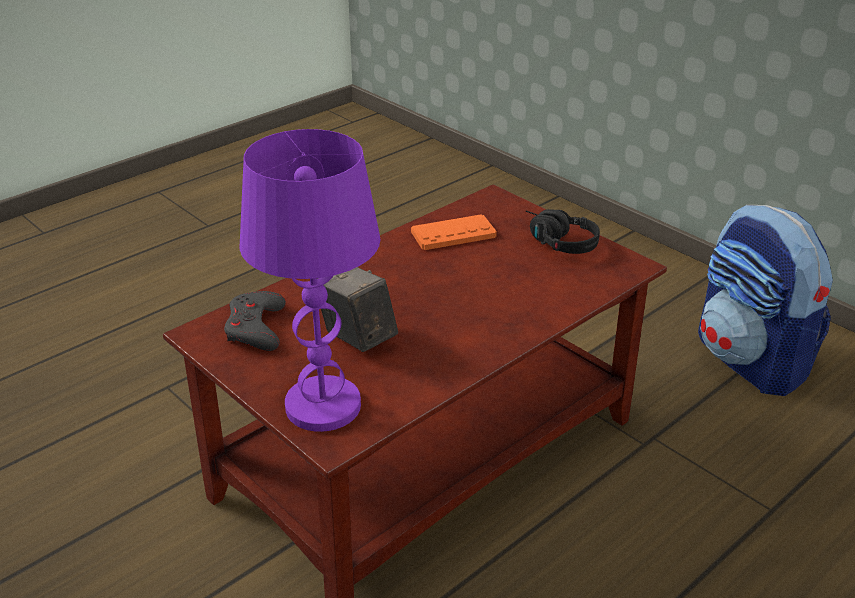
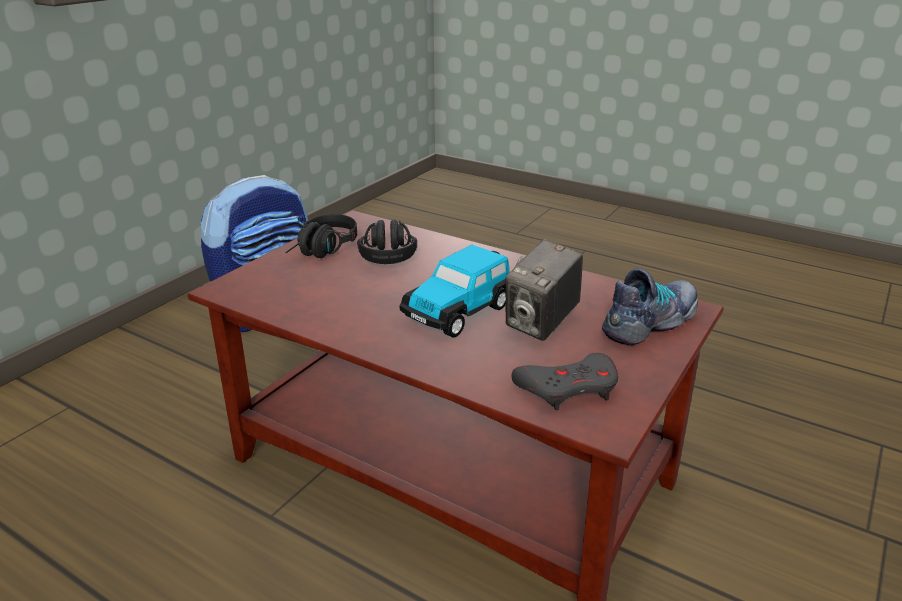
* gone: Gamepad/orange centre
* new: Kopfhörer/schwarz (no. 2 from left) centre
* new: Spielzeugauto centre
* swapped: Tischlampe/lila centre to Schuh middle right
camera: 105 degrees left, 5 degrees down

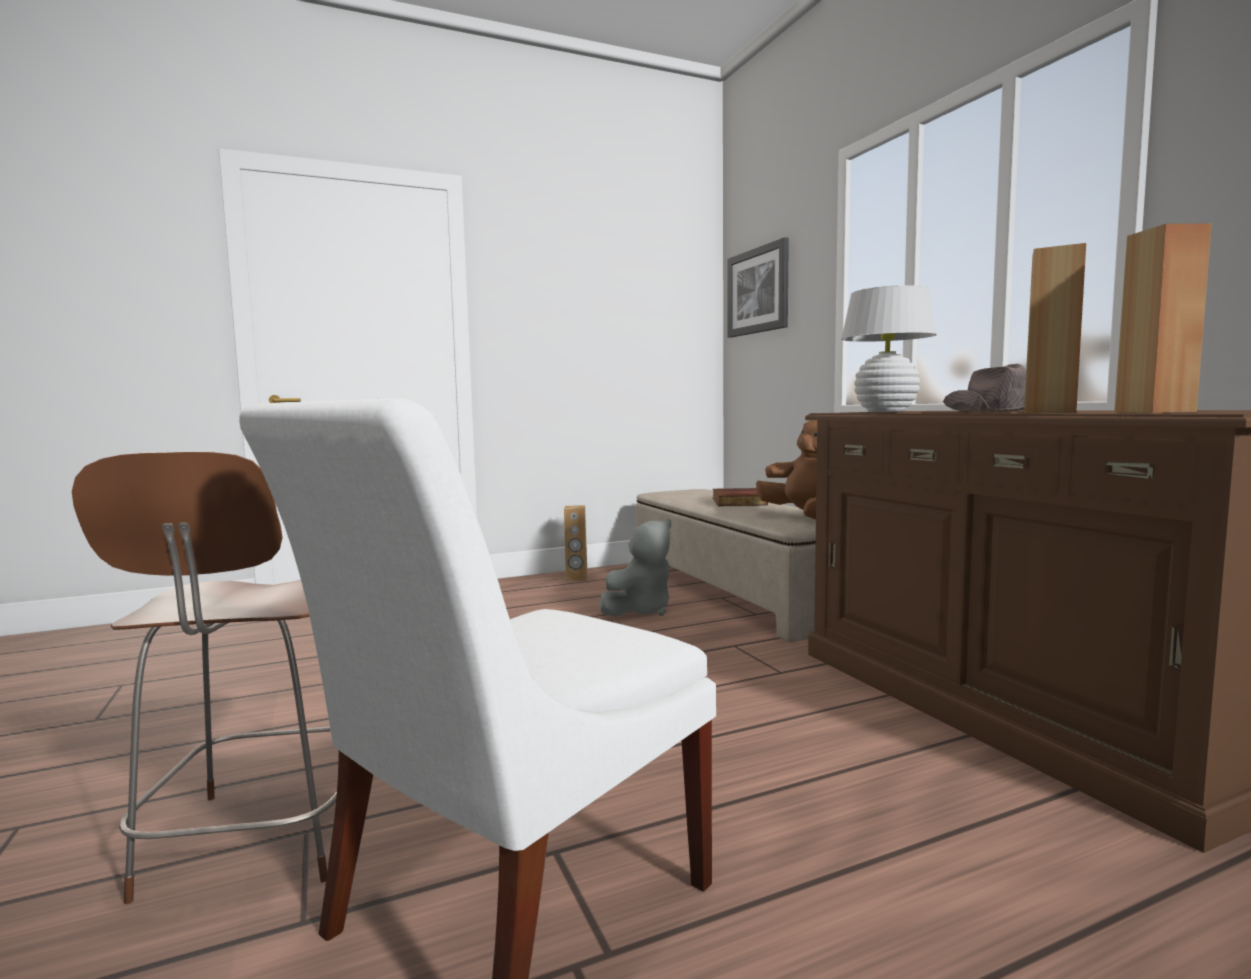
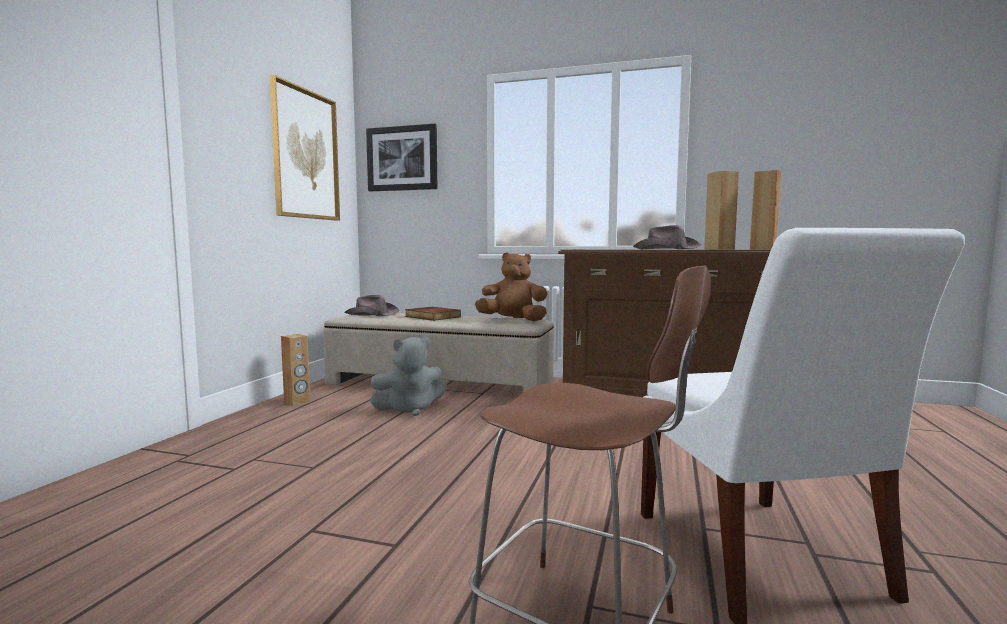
* gone: Tischlampe/weiß middle right
* new: Bild (no. 1 from left) top left
* new: Hut/braun (no. 1 from left) centre
* rotated: Plüschtier/grau centre = centre 75 degrees clockwise
camera: 50 degrees left, 0 degrees up

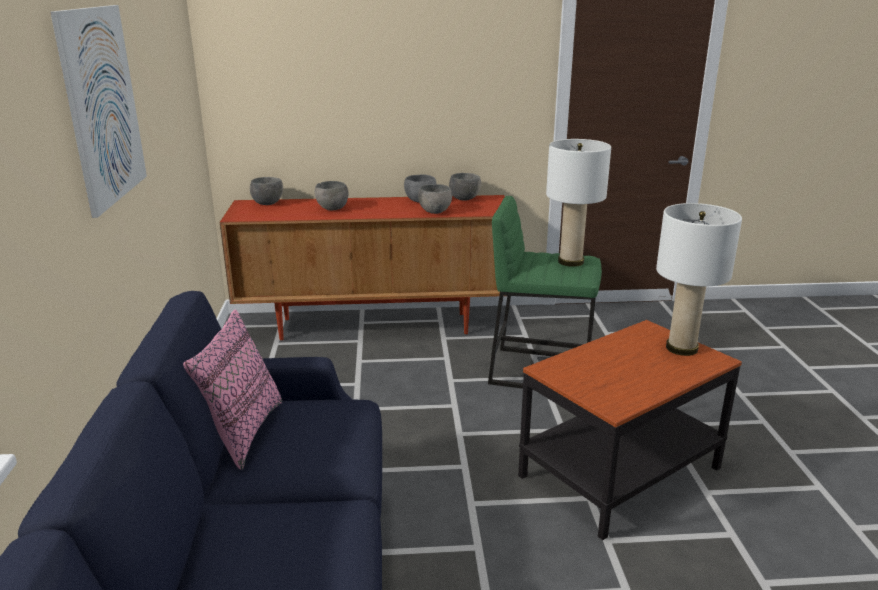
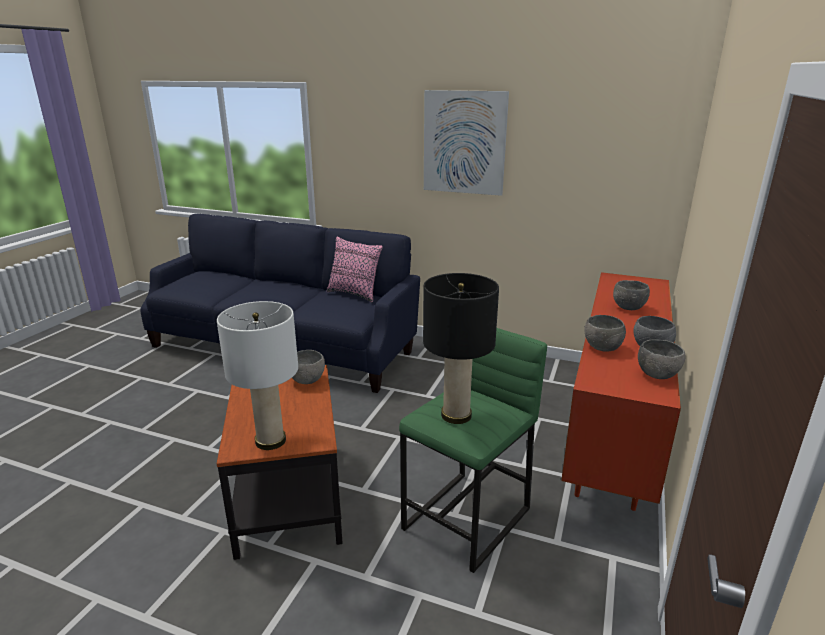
* shifted: Schüssel/grau (no. 1 from left) top left to centre
* repainted: Tischlampe/weiß (no. 1 from left) centre to Tischlampe/schwarz centre
camera: 115 degrees right, 0 degrees up

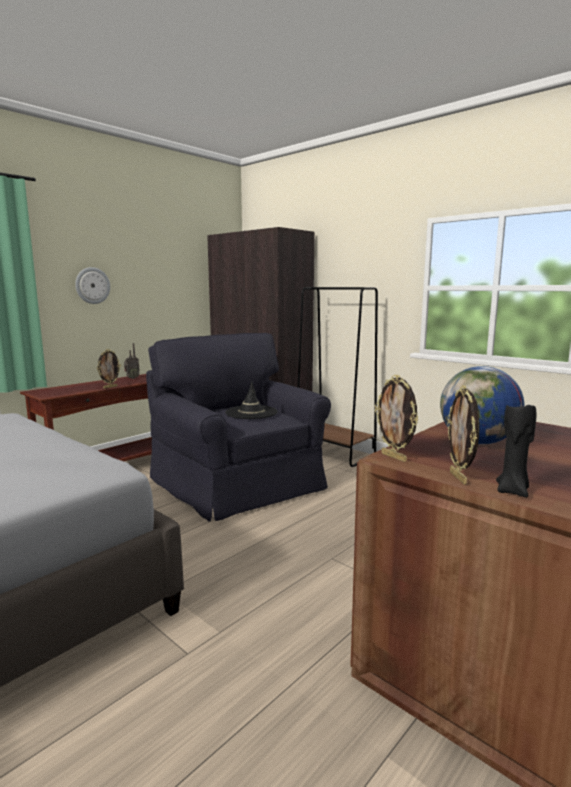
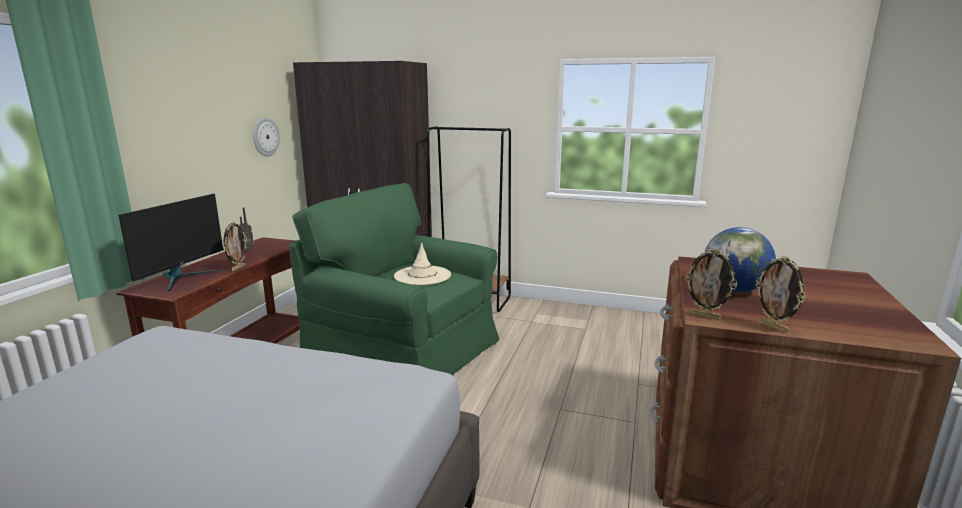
* gone: Kerze/schwarz middle right
* new: Monitor middle left
* shifted: Wanduhr middle left to top left
* repainted: Sessel/schwarz centre to Sessel/grün centre
* repainted: Hut/schwarz centre to Hut/beige centre
camera: 25 degrees left, 5 degrees up

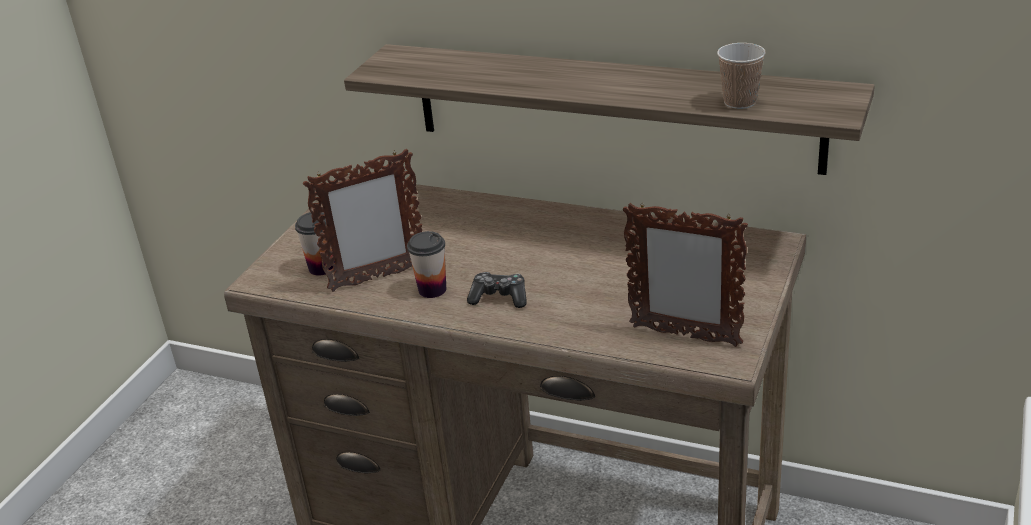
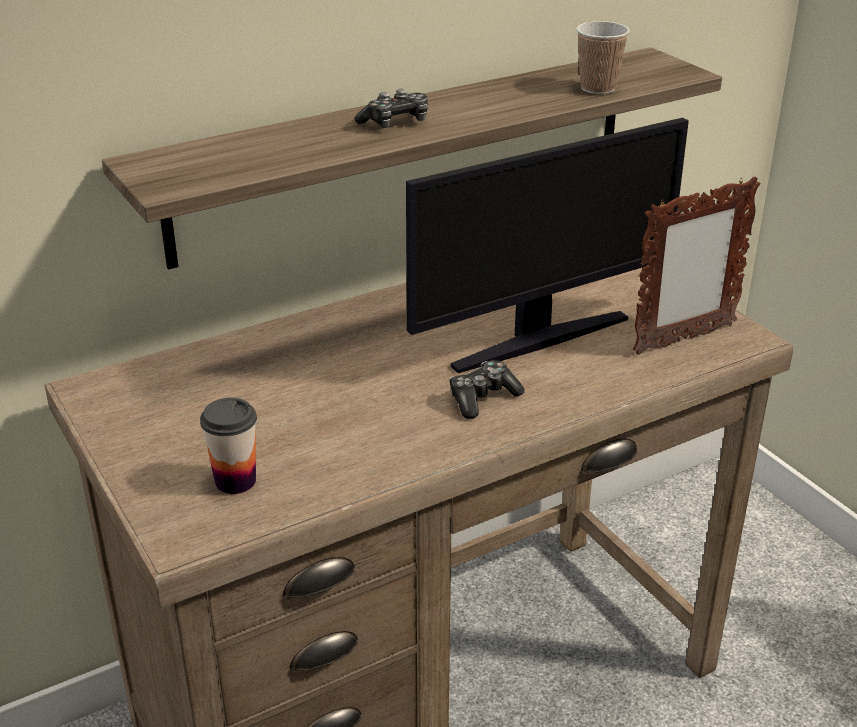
* gone: Bilderrahmen (no. 1 from left) centre
* gone: Tasse (no. 2 from left) centre
* new: Gamepad (no. 1 from left) top centre
* new: Monitor centre
camera: 55 degrees left, 0 degrees up

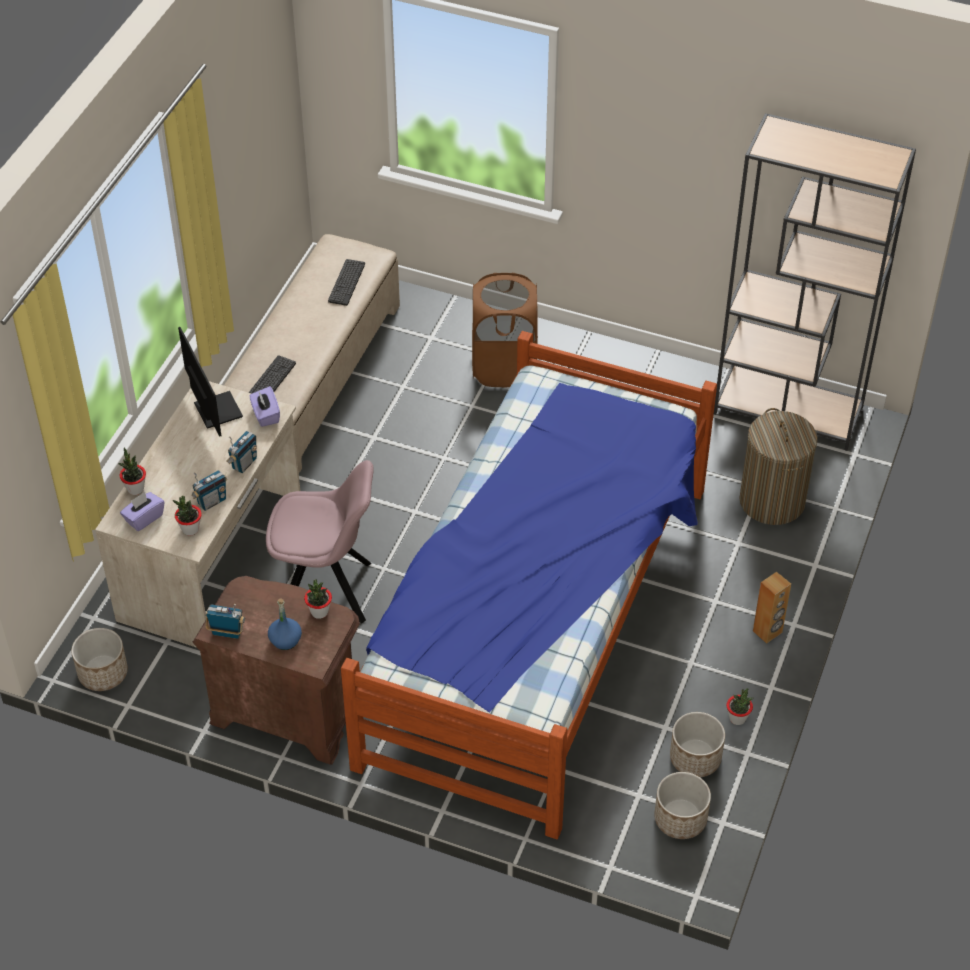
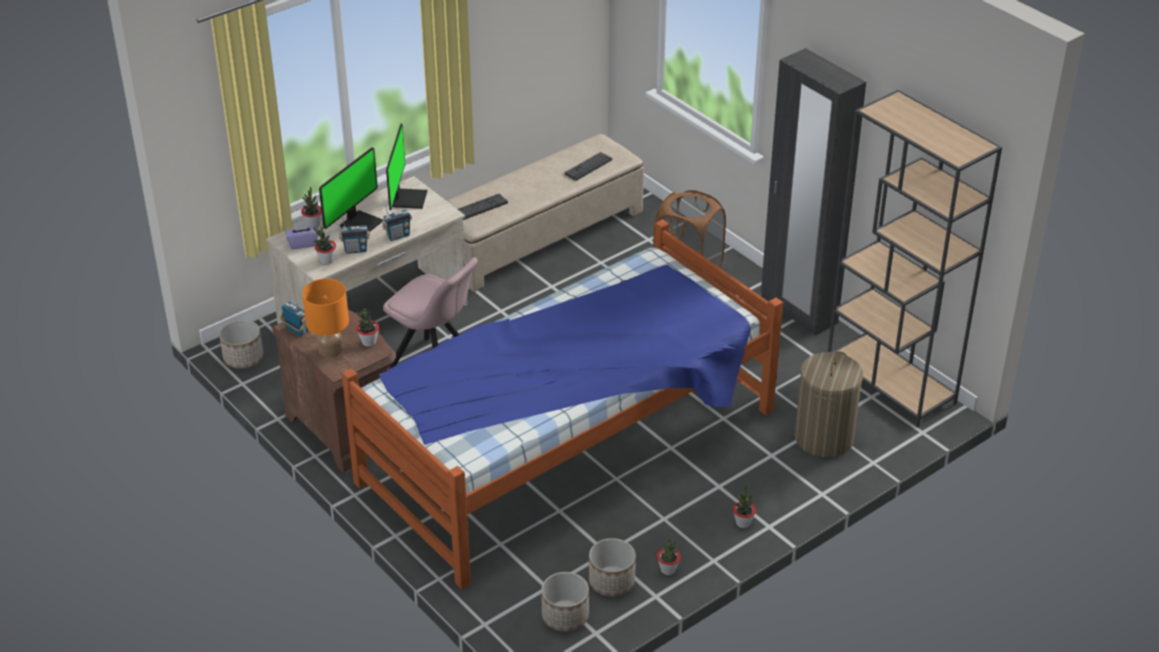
* gone: Taschentuchbox/lila (no. 2 from left) middle left
* new: Monitor (no. 1 from left) top left
* new: Kleiderschrank/schwarz top right
* swapped: Flasche/blau middle left to Tischlampe/orange middle left
* swapped: Lautsprecher/braun middle right to Topfpflanze (no. 5 from left) bottom centre
camera: 30 degrees right, 10 degrees down

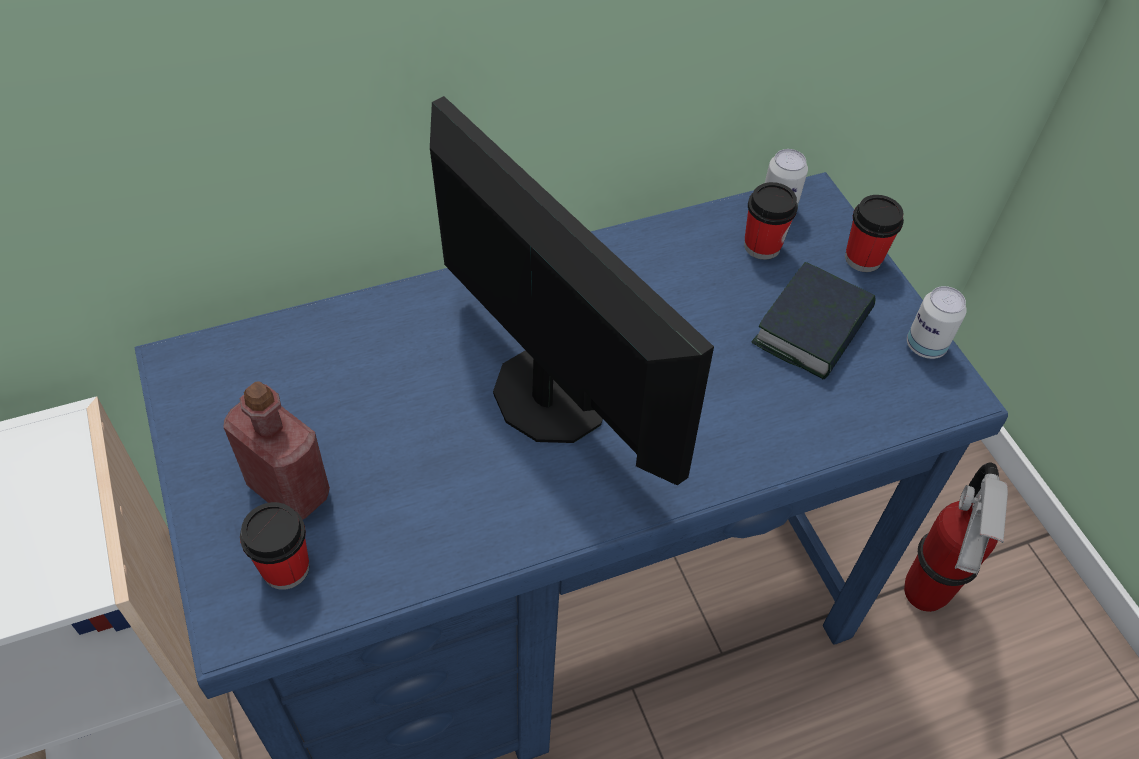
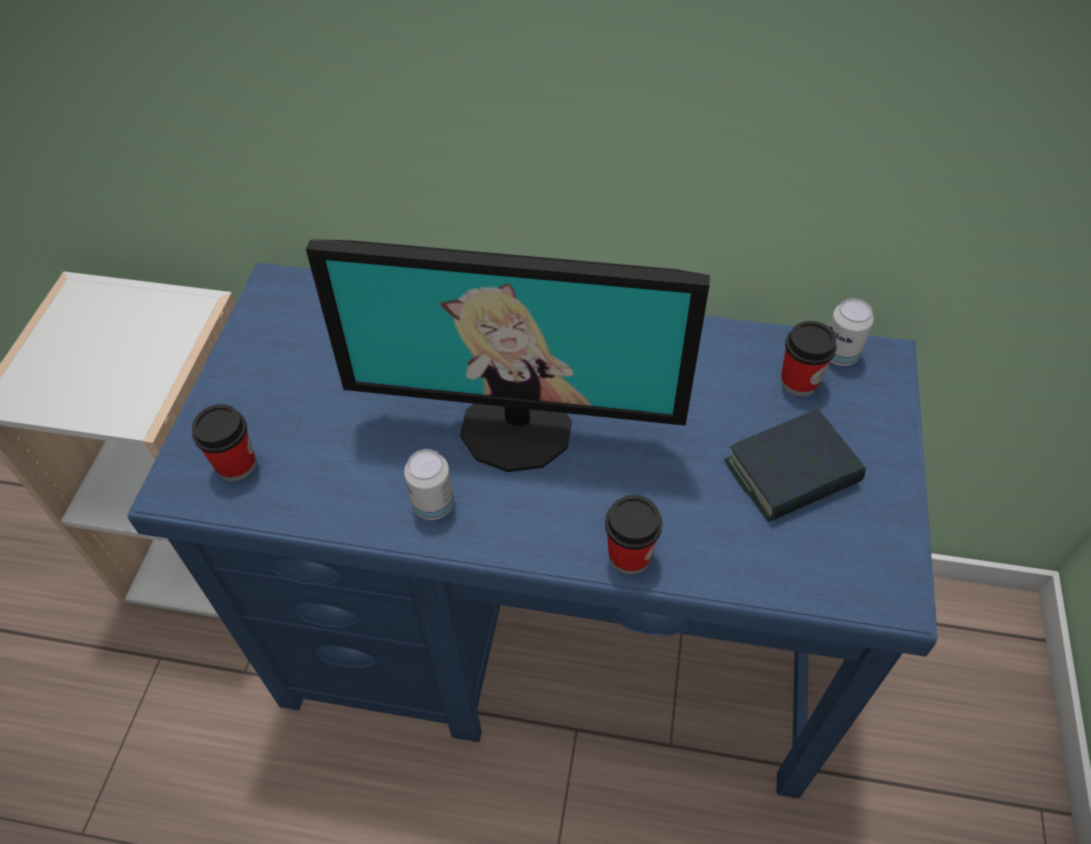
* gone: Flasche/rot middle left
* gone: Feuerlöscher bottom right
* shifted: Tasse (no. 3 from left in the first image) top right to Tasse (no. 2 from left) centre
* shifted: Dose (no. 2 from left in the first image) middle right to Dose (no. 1 from left) centre
* rotated: Monitor centre = centre 105 degrees clockwise
camera: 35 degrees right, 0 degrees up

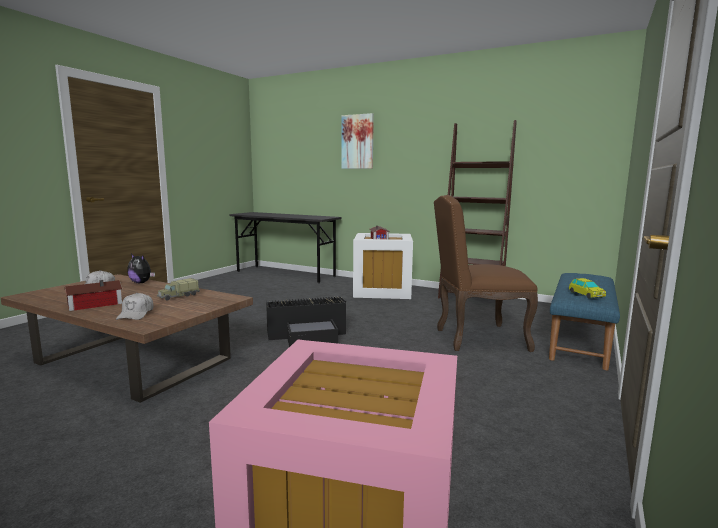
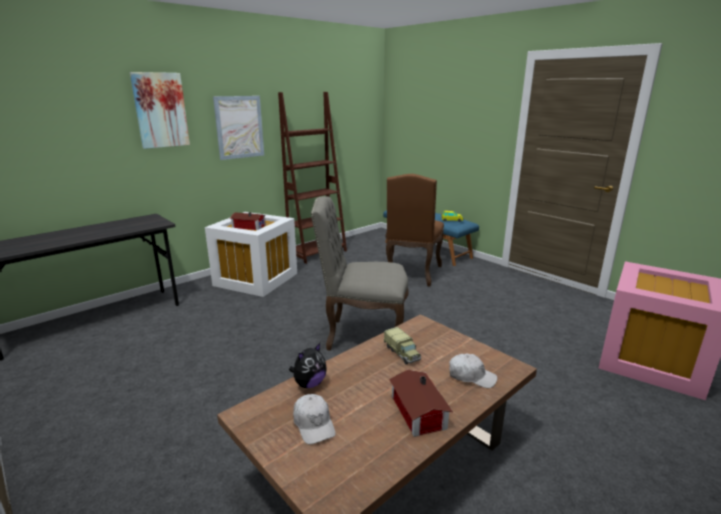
* new: Bild (no. 2 from left) top left
* swapped: Aufbewahrungsbox/schwarz centre to Stuhl/grau centre
camera: 70 degrees left, 10 degrees up

